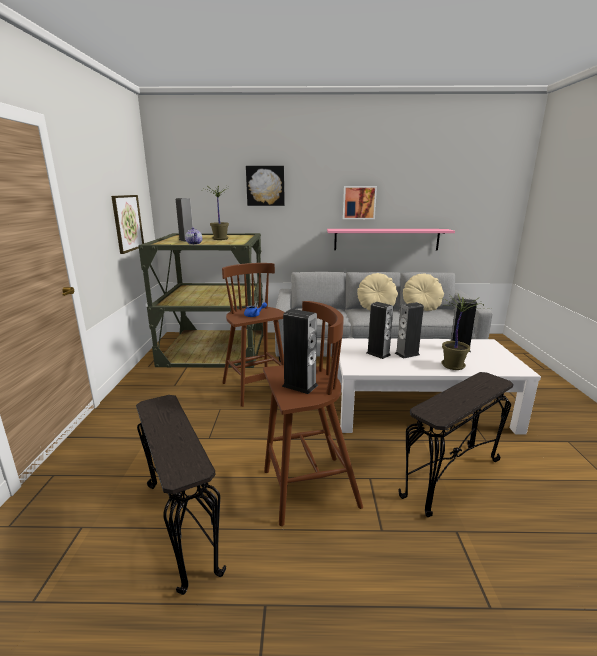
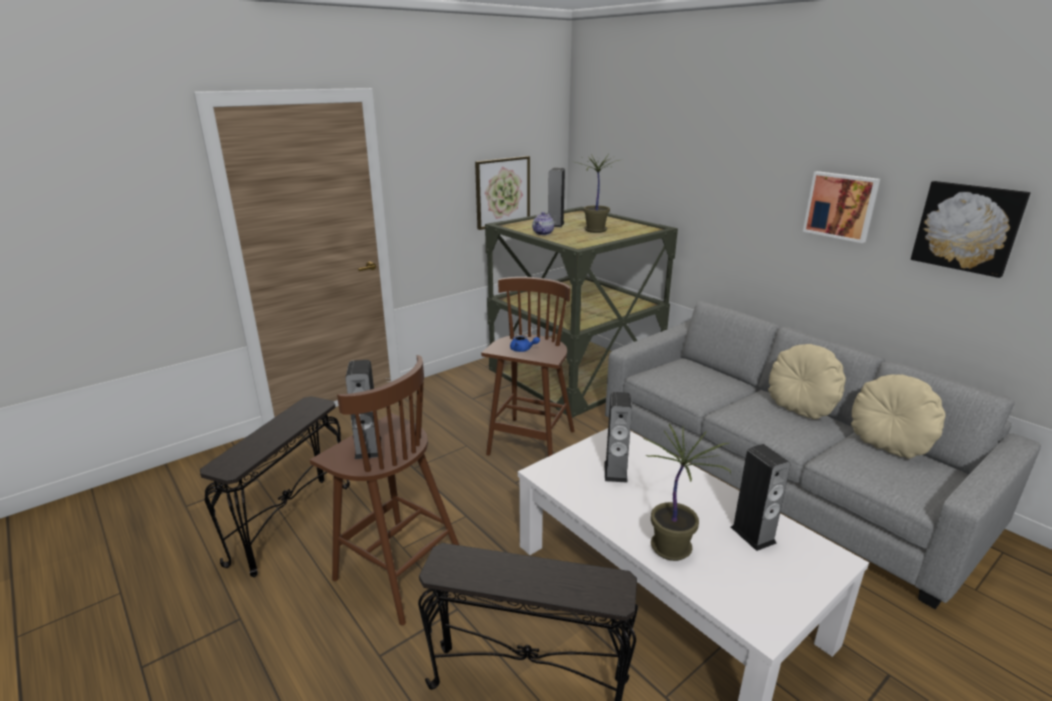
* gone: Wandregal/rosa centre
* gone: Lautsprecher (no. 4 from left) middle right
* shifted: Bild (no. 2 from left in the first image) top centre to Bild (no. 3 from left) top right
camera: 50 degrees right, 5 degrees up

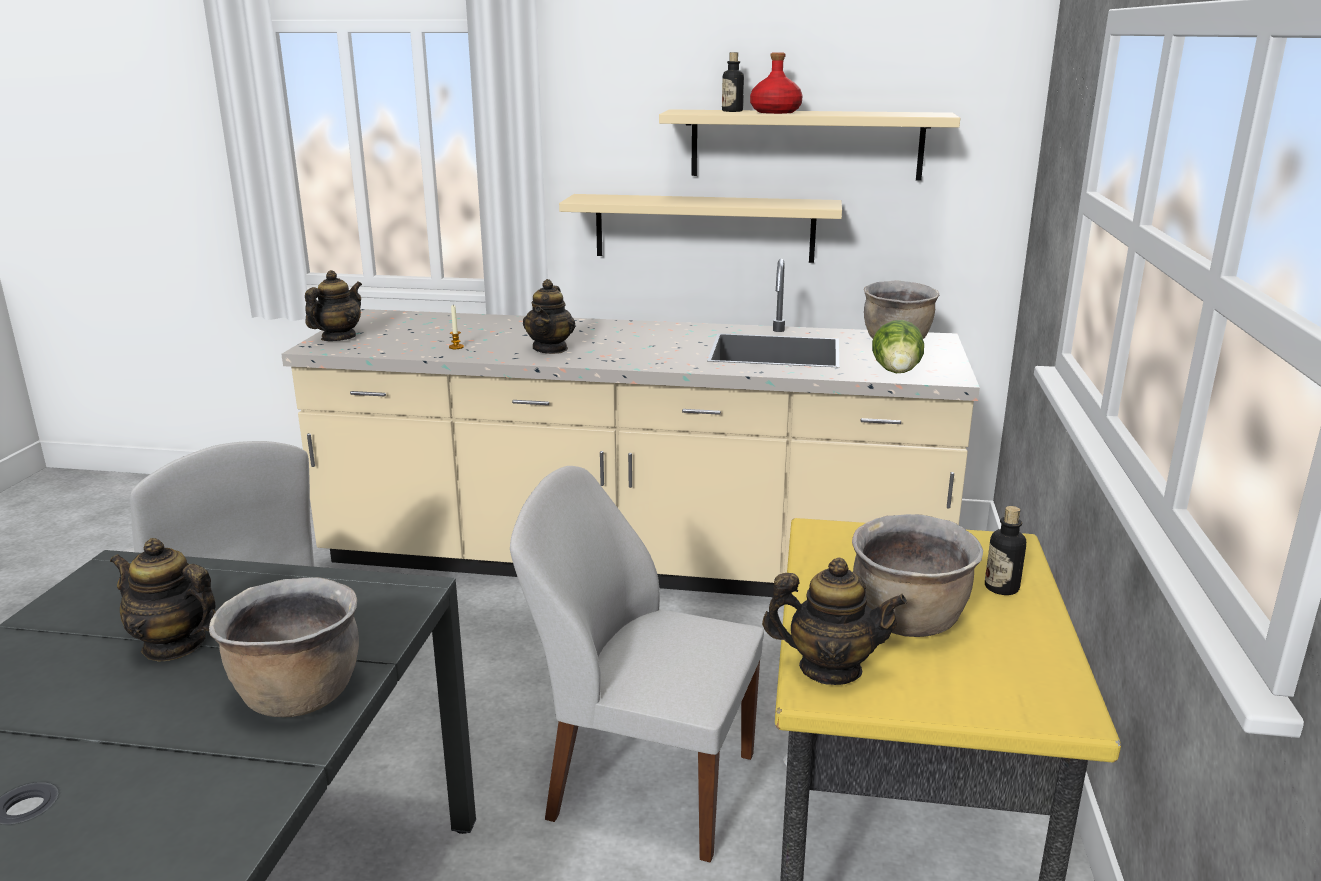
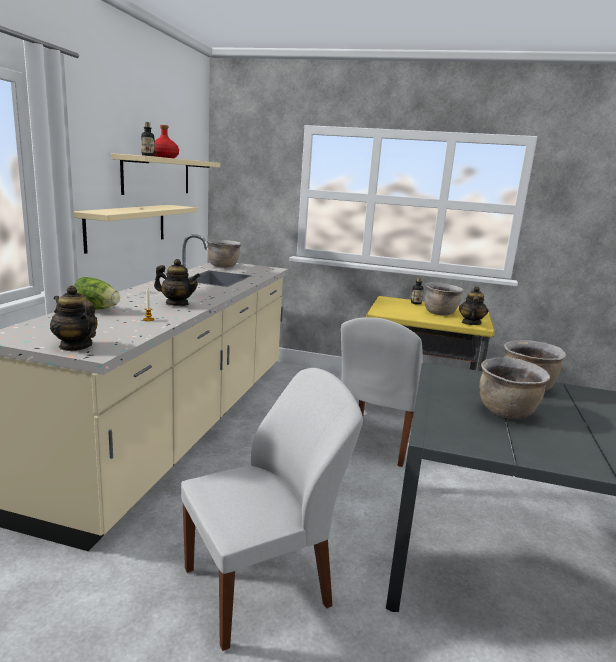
* shifted: Salatkopf middle right to middle left
* swapped: Teekanne (no. 1 from left) bottom left to Kochtopf/braun (no. 3 from left) middle right
camera: 85 degrees left, 5 degrees down

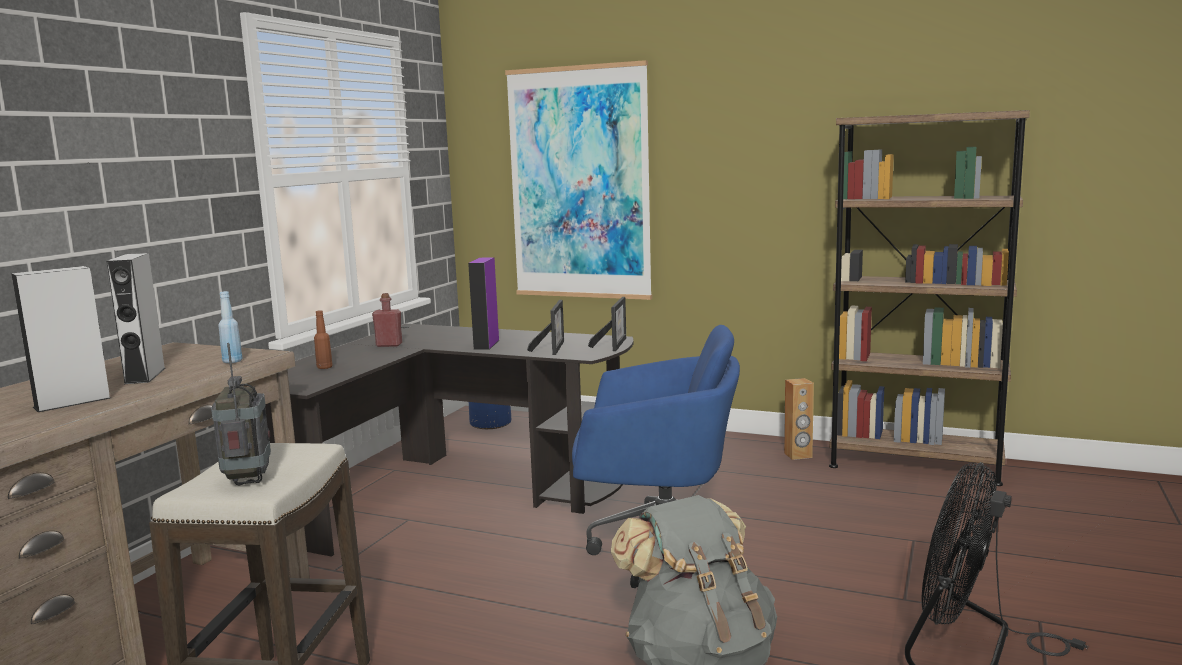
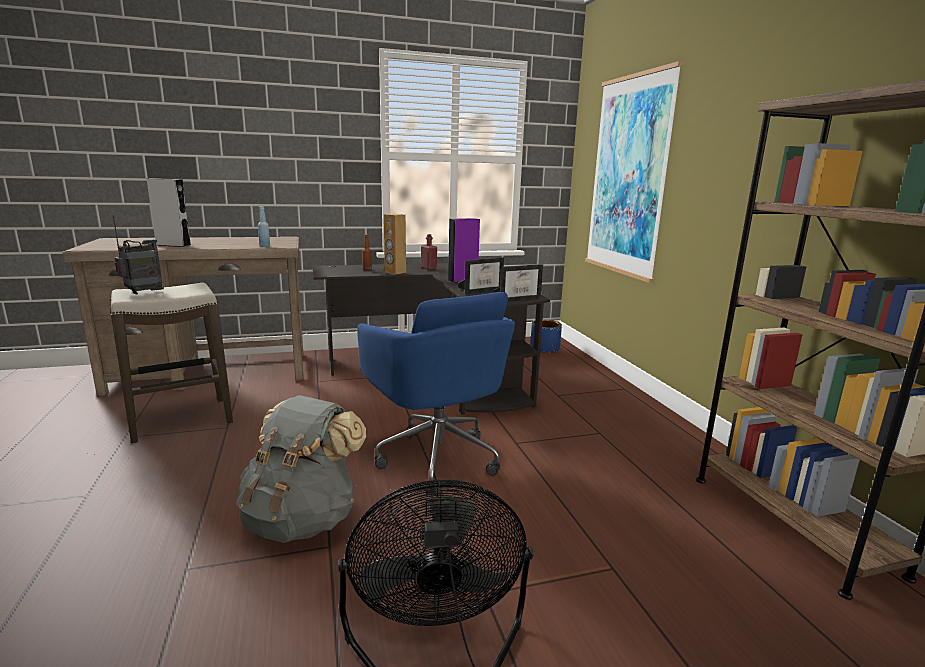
* gone: Lautsprecher/grau (no. 2 from left) middle left
* shifted: Lautsprecher/braun middle right to centre
camera: 50 degrees right, 5 degrees up

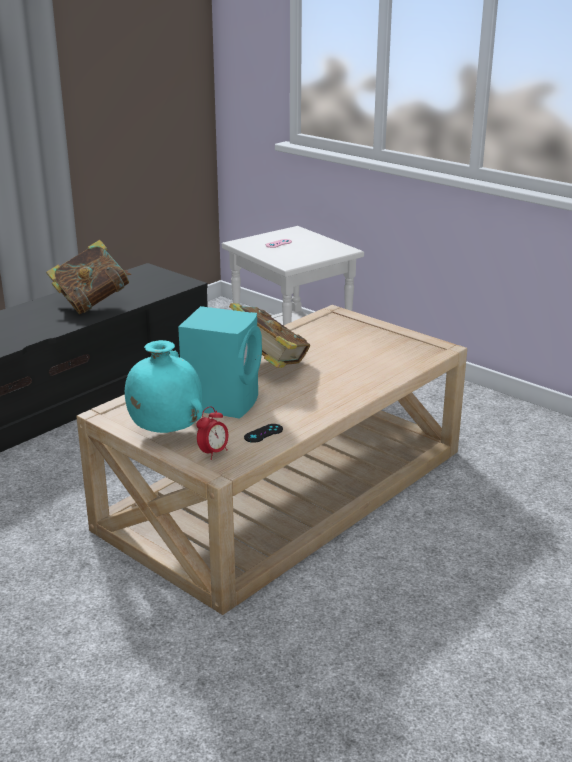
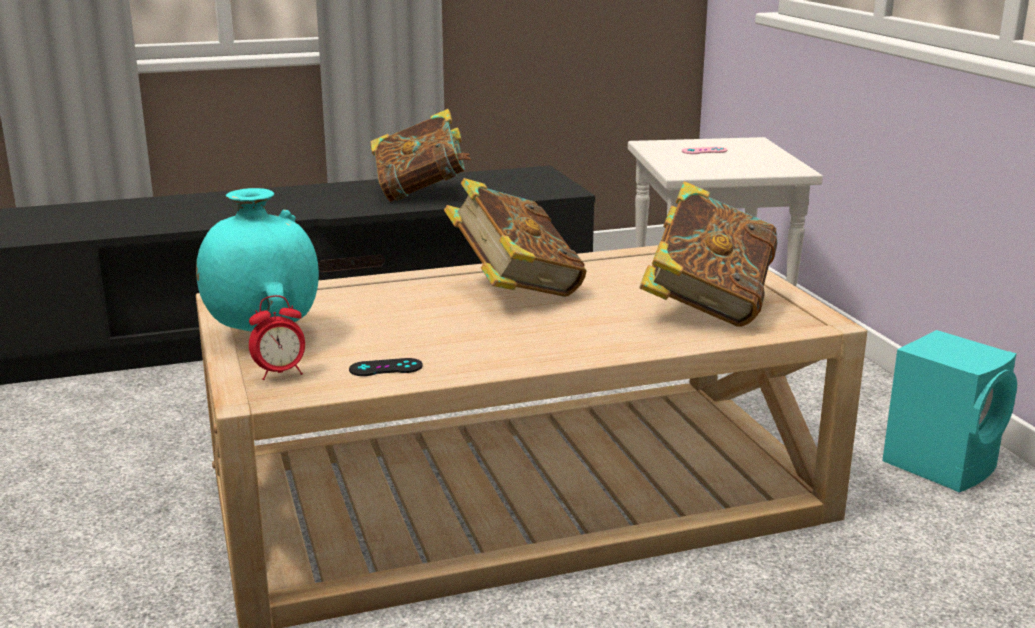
* new: Buch (no. 3 from left) middle right
* shifted: Lautsprecher/türkis centre to middle right
camera: 30 degrees right, 5 degrees down

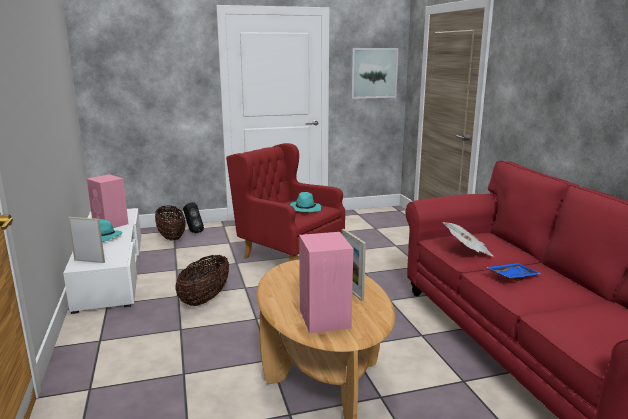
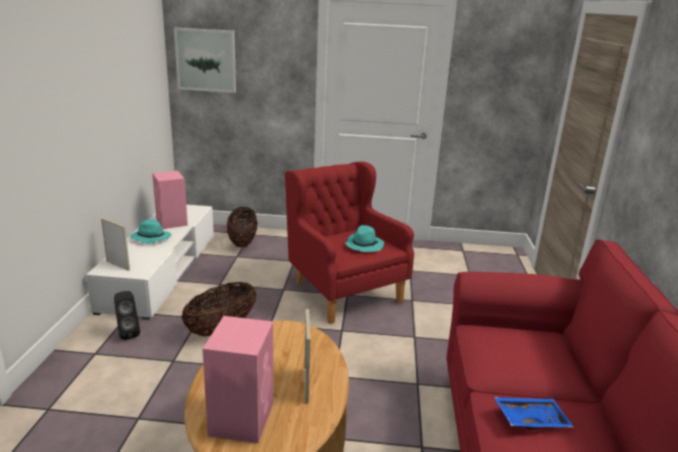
* gone: Zeitung middle right
* shifted: Lautsprecher/schwarz middle left to bottom left
* shifted: Bild top centre to top left
camera: 20 degrees right, 5 degrees up

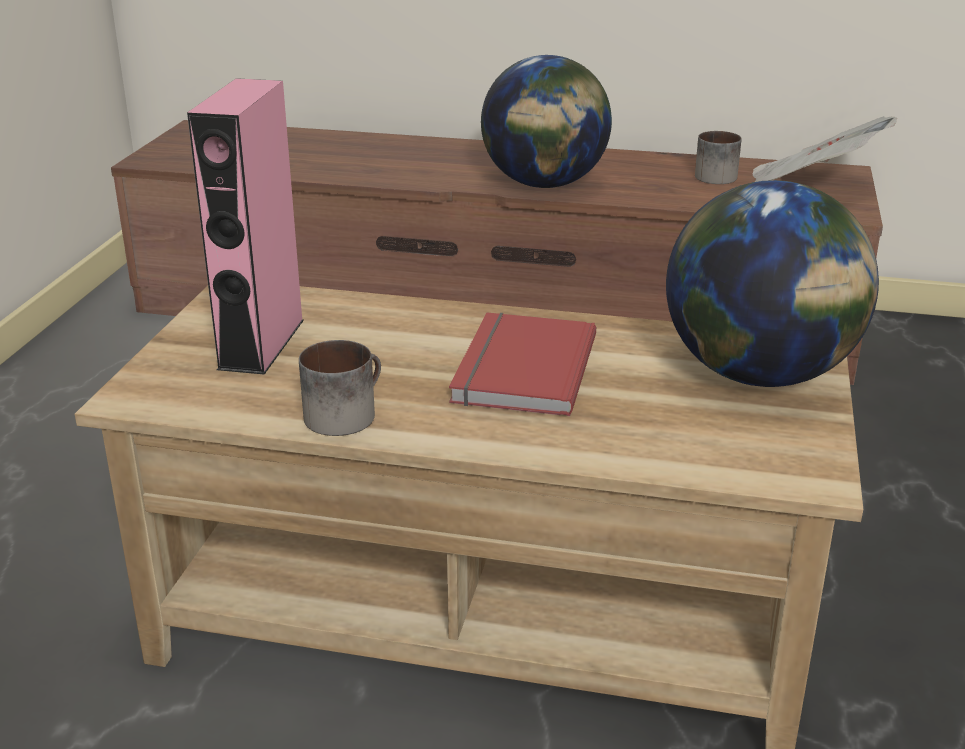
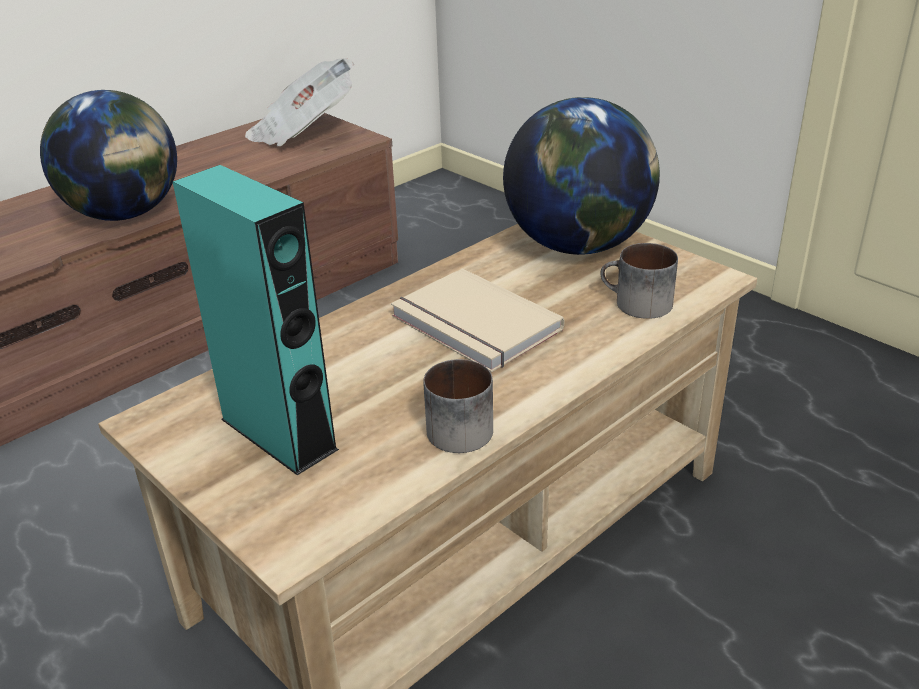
* shifted: Henkelbecher (no. 2 from left) top right to middle right
* repainted: Lautsprecher/rosa top left to Lautsprecher/türkis middle left
* repainted: Buch/rot centre to Buch/beige centre
camera: 55 degrees left, 5 degrees up

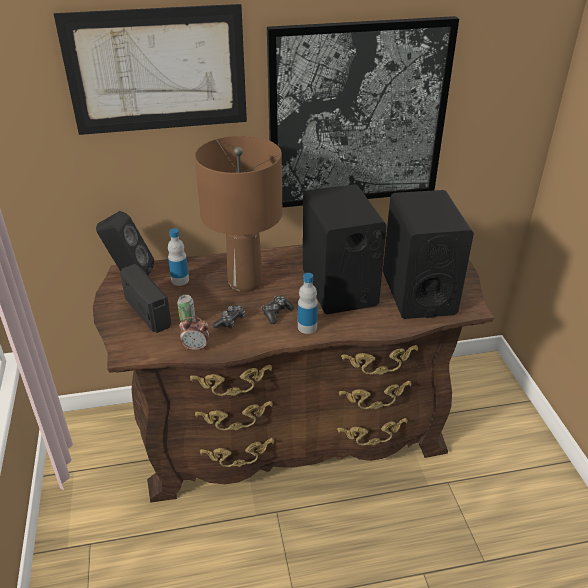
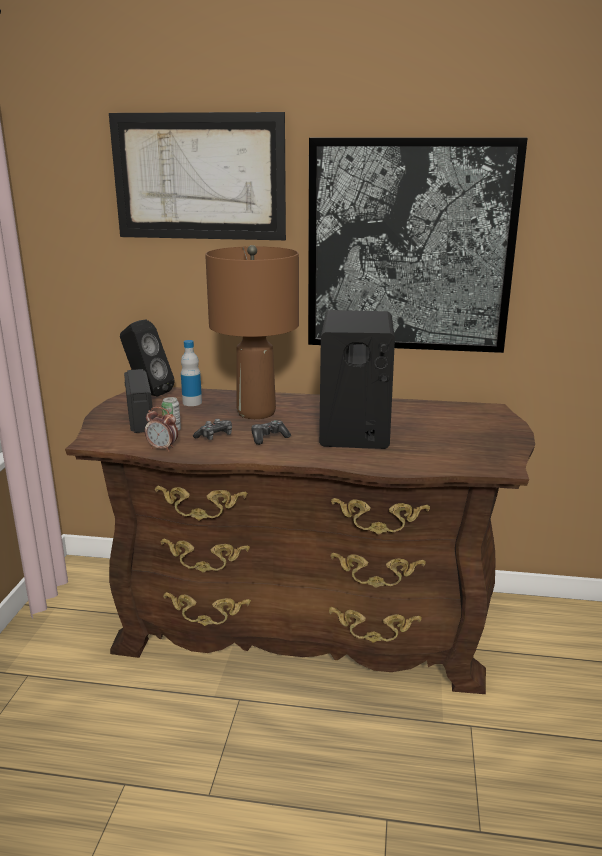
* gone: Flasche (no. 2 from left) centre
* gone: Lautsprecher/schwarz (no. 3 from left) middle right
camera: 20 degrees right, 15 degrees down

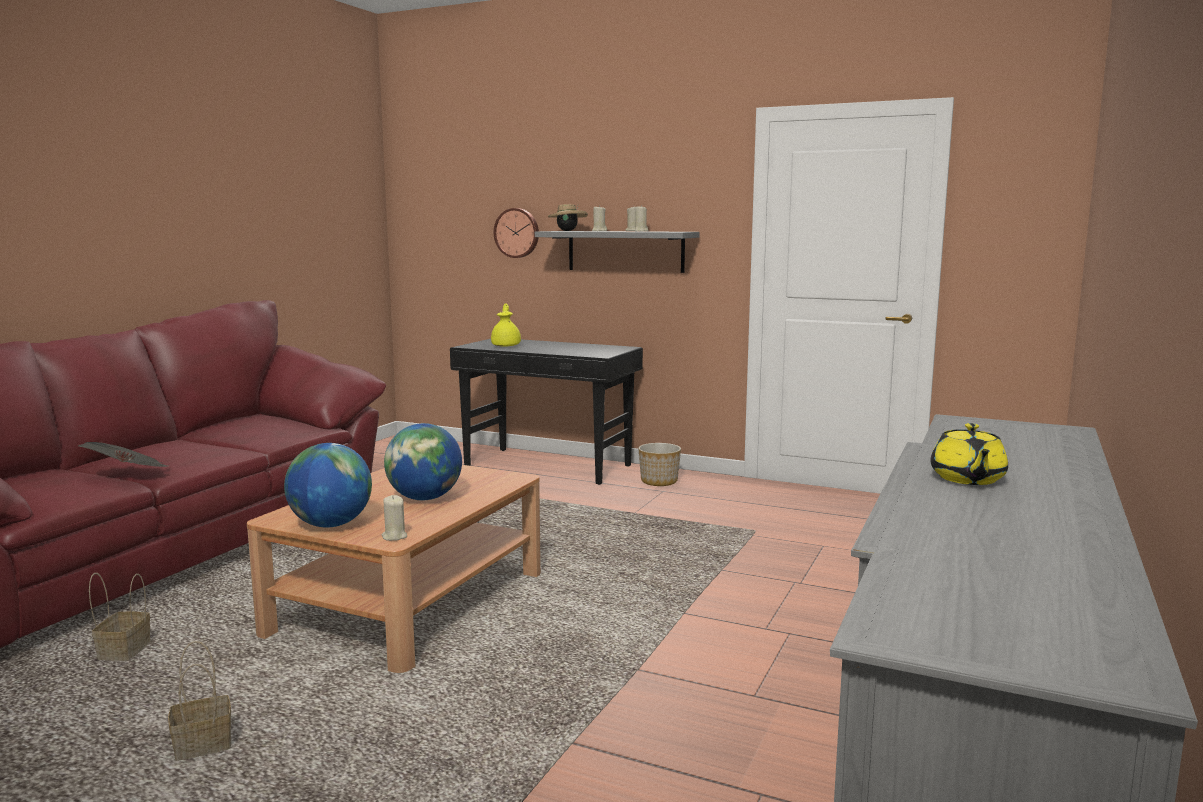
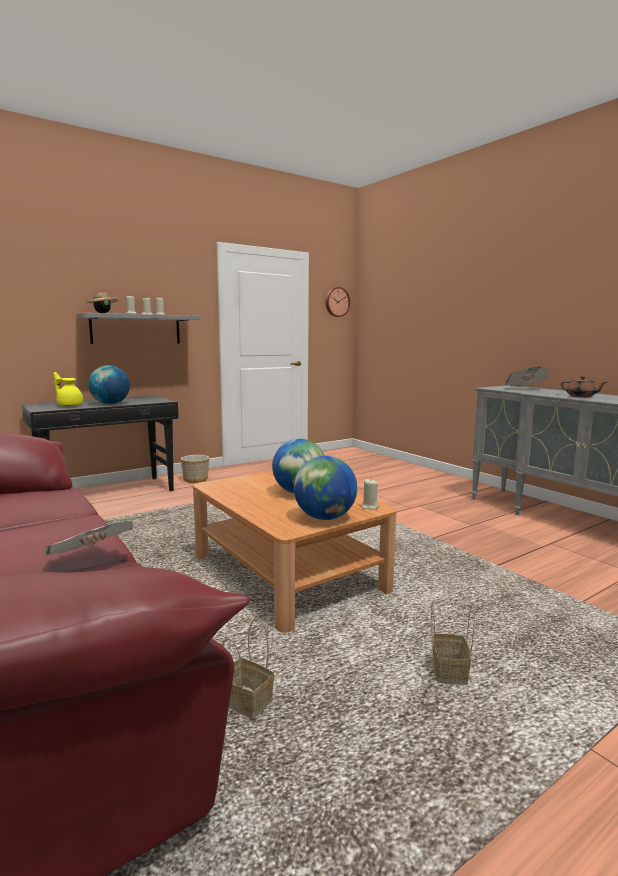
* new: Globus (no. 1 from left) middle left
* new: Zeitung (no. 2 from left) middle right
* shifted: Wanduhr top centre to centre
* repainted: Teekanne/gelb (no. 2 from left) middle right to Teekanne/braun middle right
camera: 60 degrees left, 0 degrees up

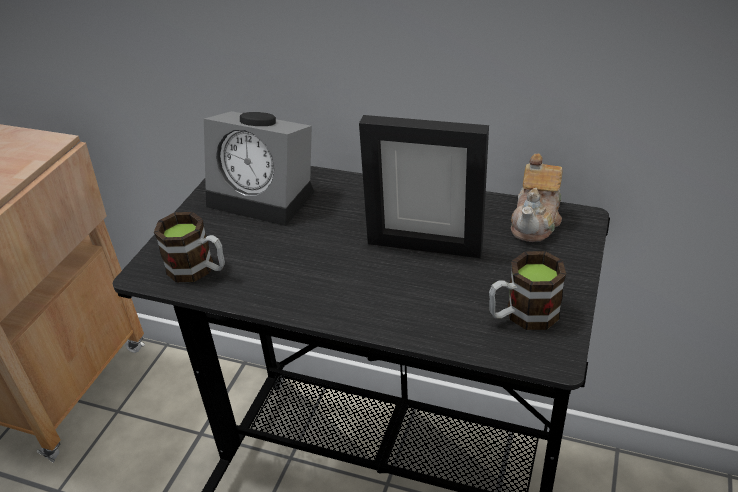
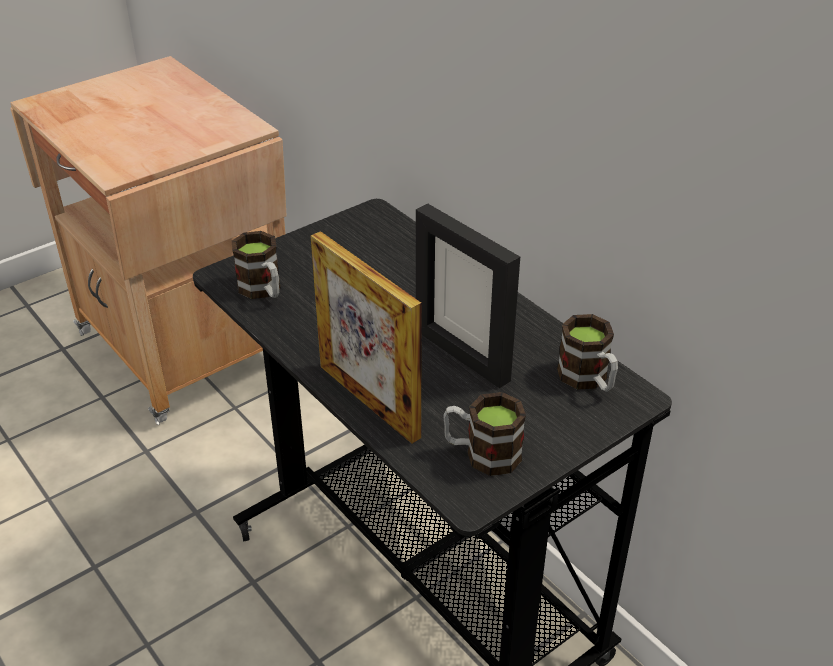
* gone: Wecker centre
* new: Bilderrahmen (no. 1 from left) centre
* swapped: Teekanne middle right to Henkelbecher (no. 3 from left) middle right
camera: 30 degrees right, 0 degrees up

